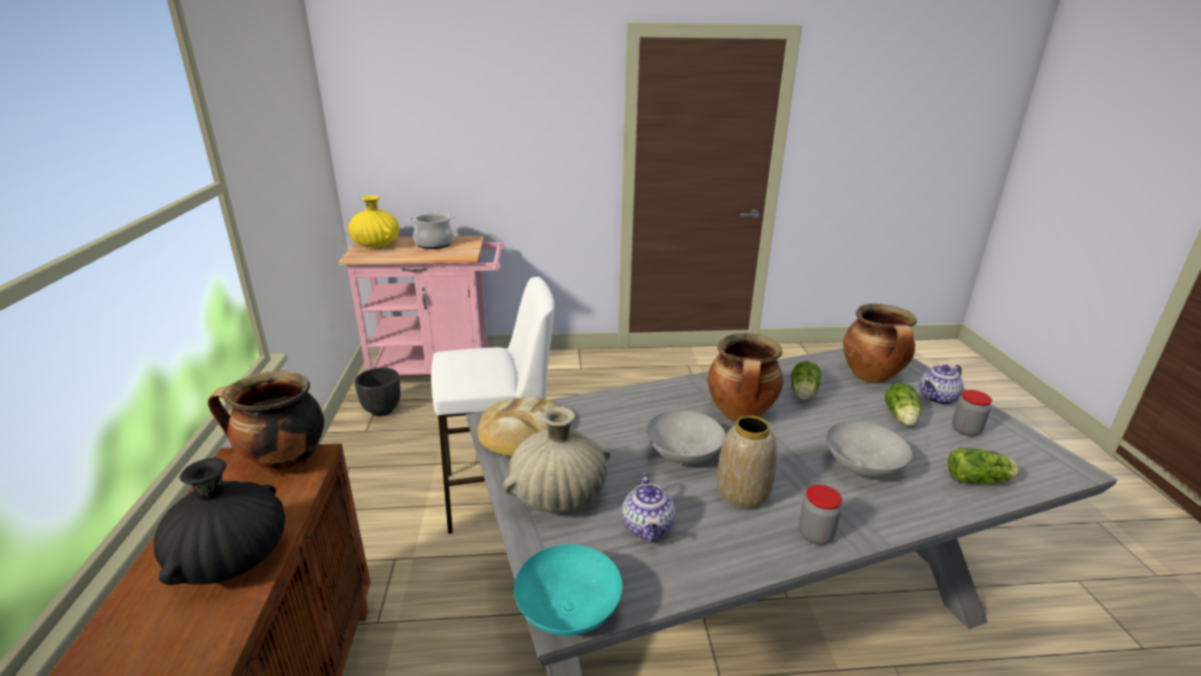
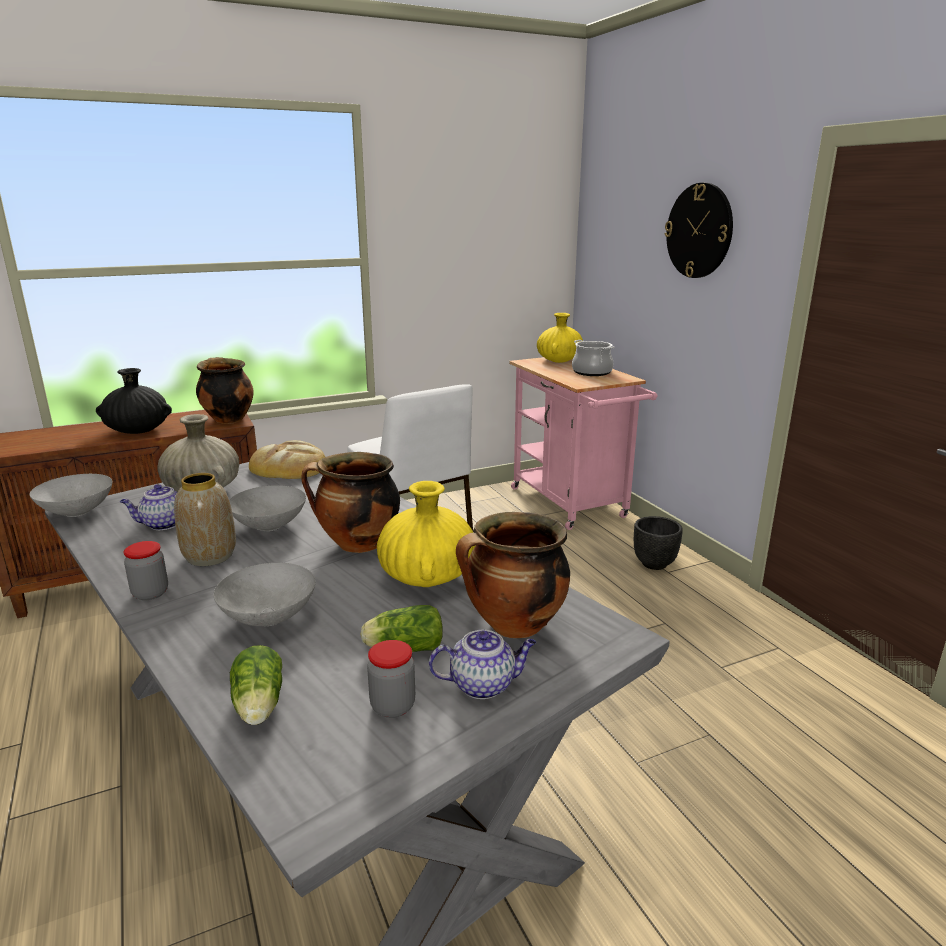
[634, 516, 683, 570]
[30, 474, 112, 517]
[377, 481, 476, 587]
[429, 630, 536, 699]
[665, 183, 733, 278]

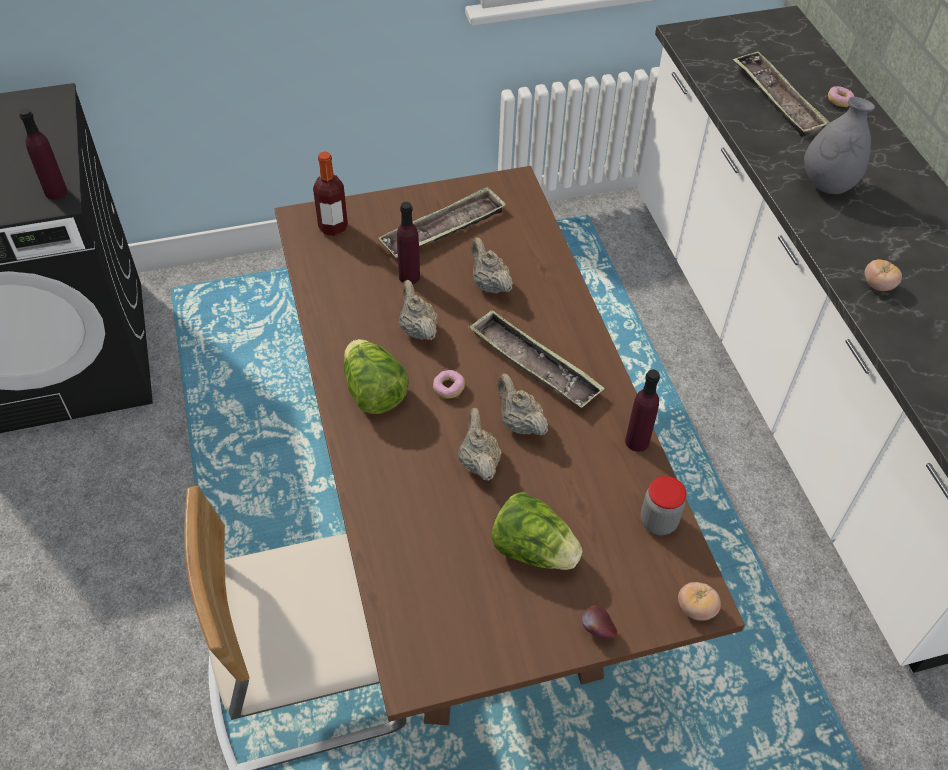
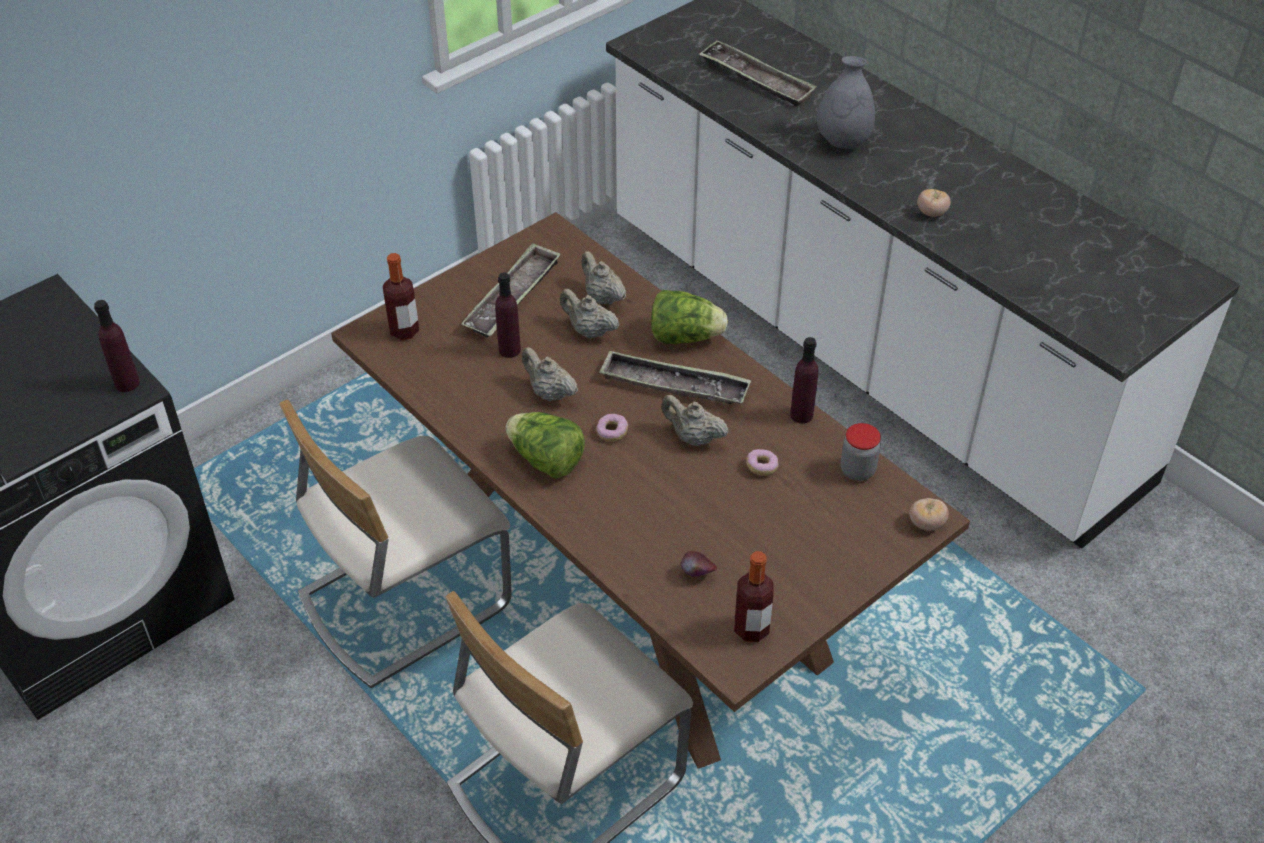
[582, 251, 626, 305]
[651, 290, 728, 344]
[681, 551, 717, 577]
[747, 449, 779, 476]
[279, 399, 512, 688]
[734, 551, 774, 642]

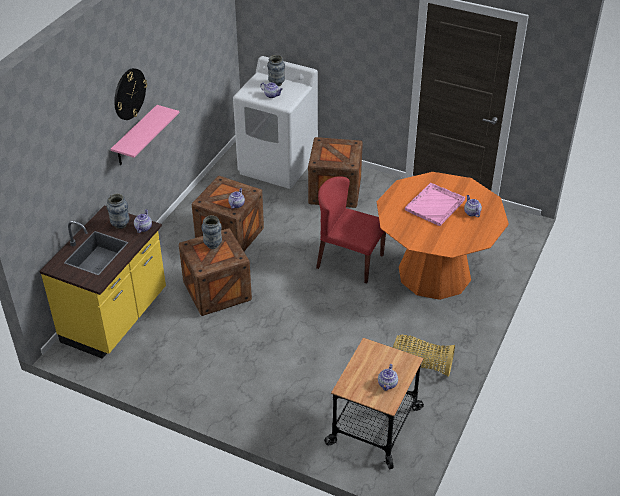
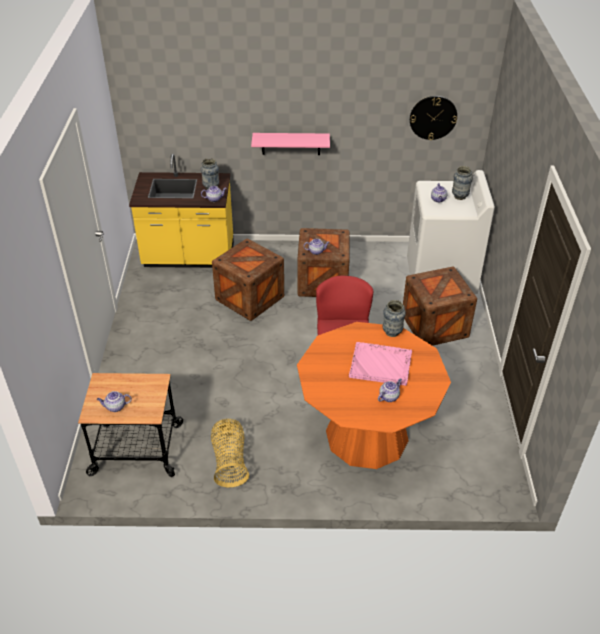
[410, 96, 457, 140]
[383, 300, 406, 337]

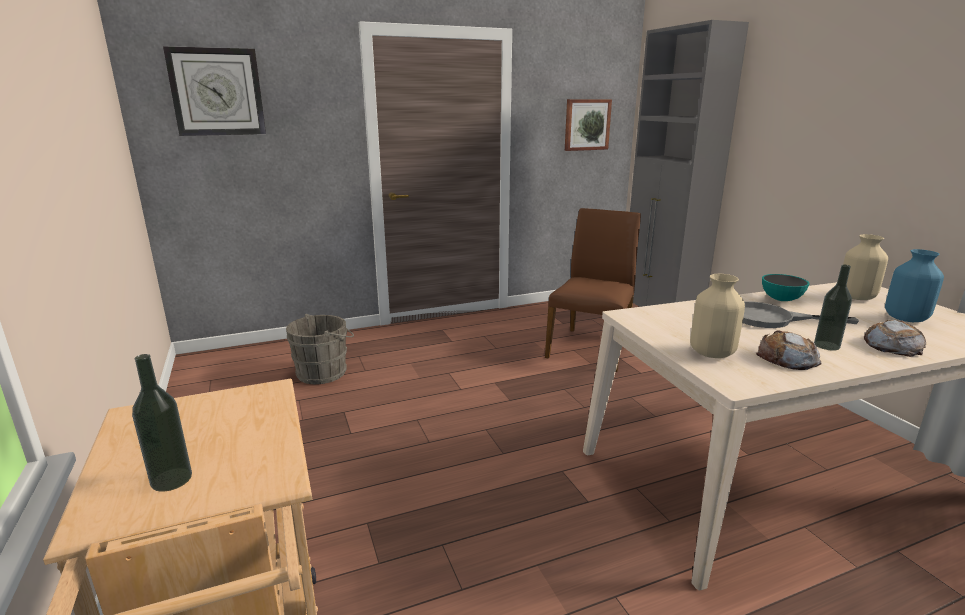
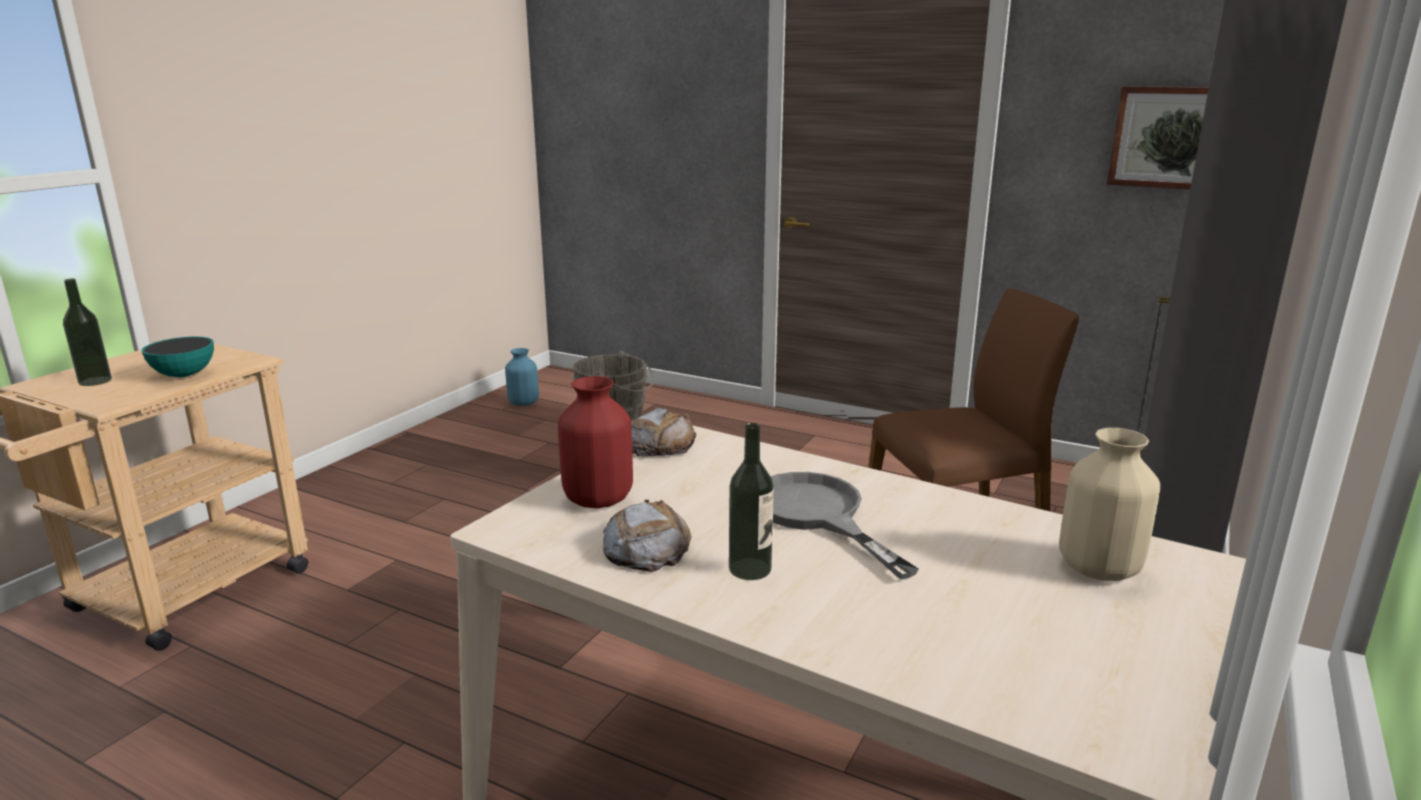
[163, 46, 266, 136] (first image)
[558, 376, 633, 508]
[142, 337, 214, 377]
[631, 408, 696, 456]
[505, 348, 539, 406]

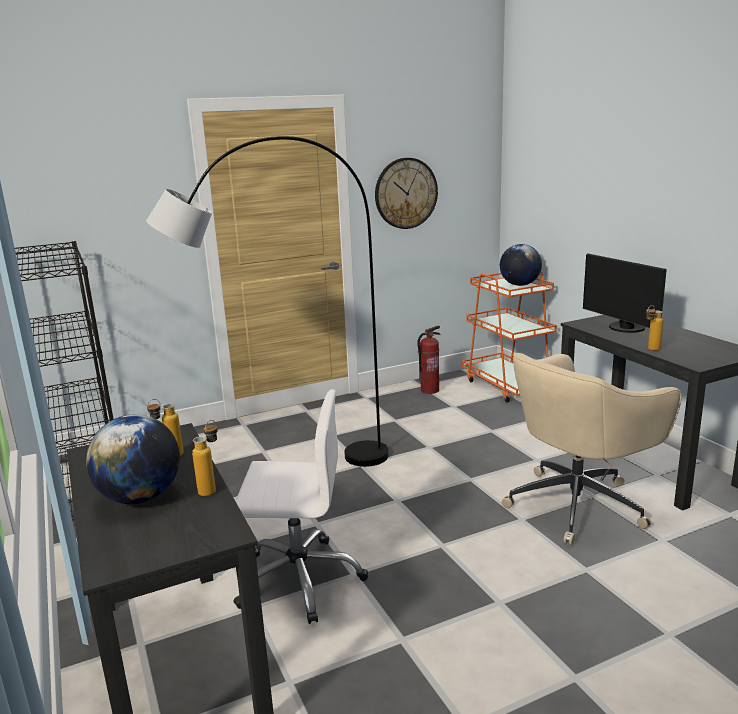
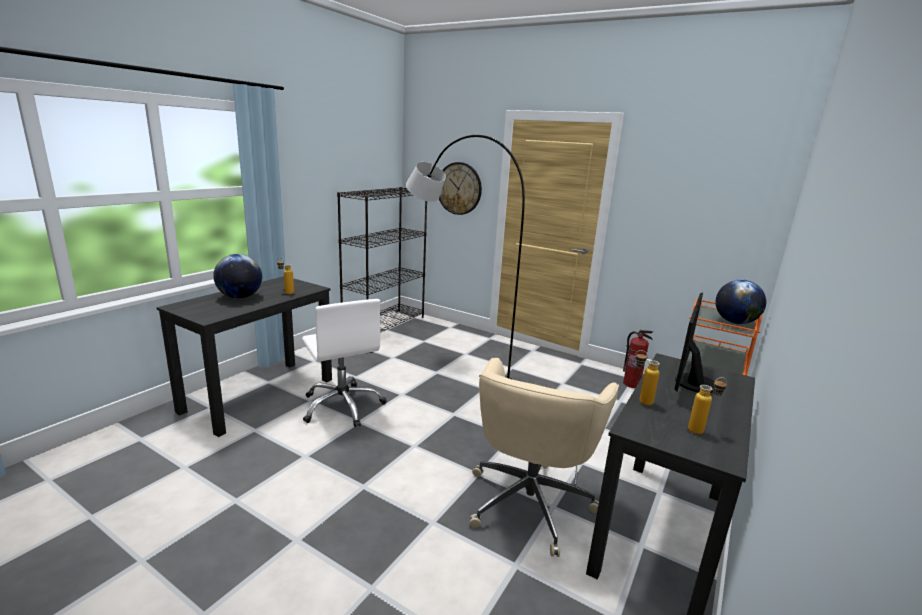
[688, 377, 727, 434]
[439, 162, 482, 215]
[470, 358, 619, 557]

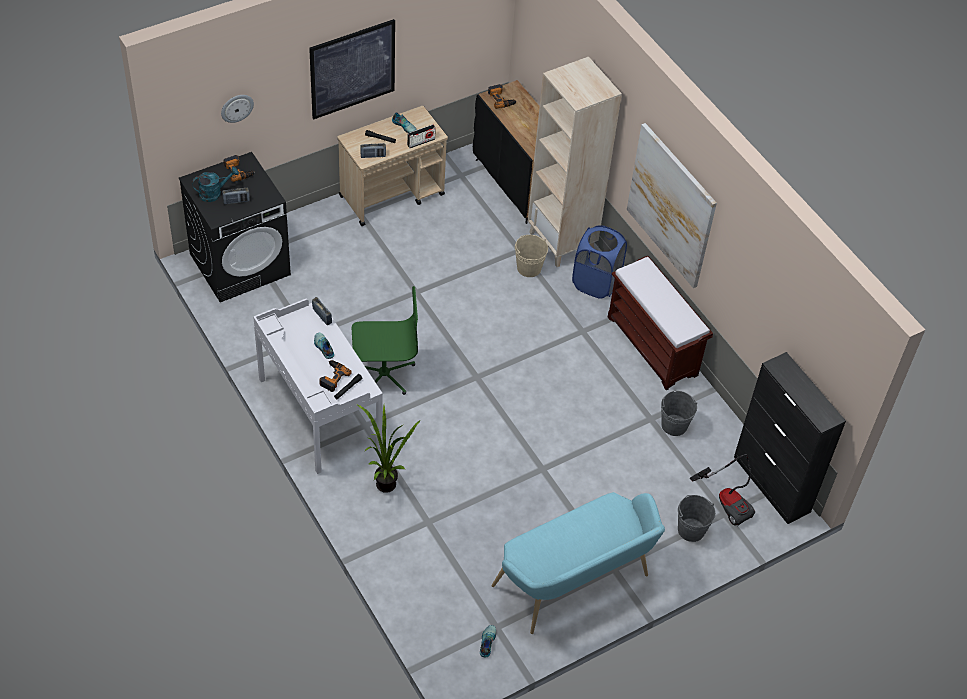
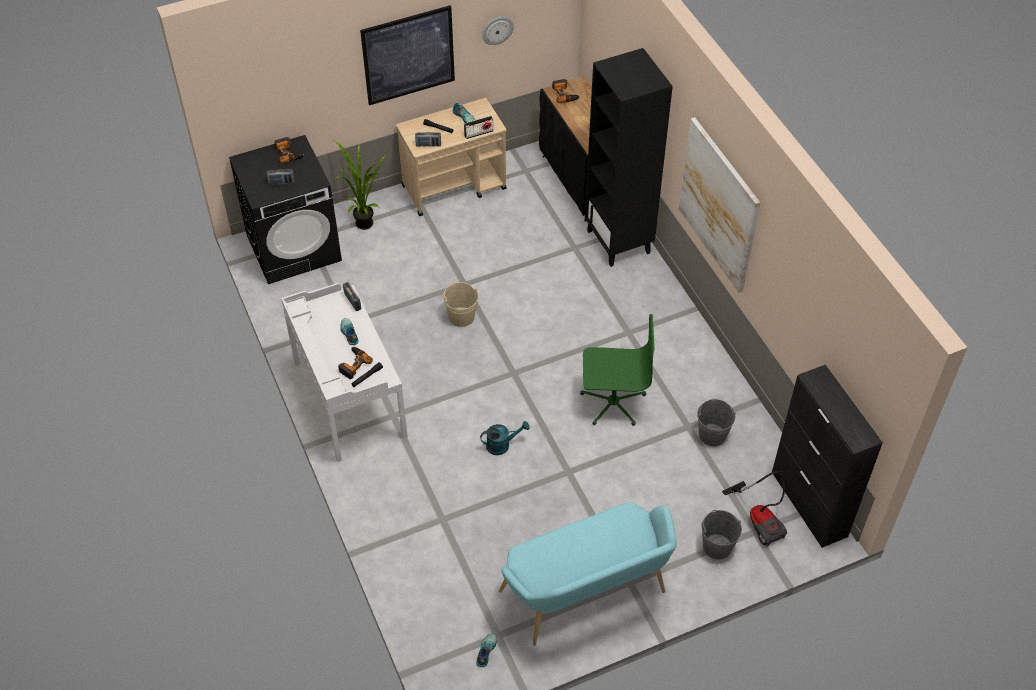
[480, 421, 530, 455]
[482, 17, 514, 45]
[580, 314, 655, 426]
[333, 140, 386, 230]
[443, 282, 478, 327]
[585, 48, 673, 267]
[572, 225, 627, 299] (first image)
[608, 256, 713, 391] (first image)

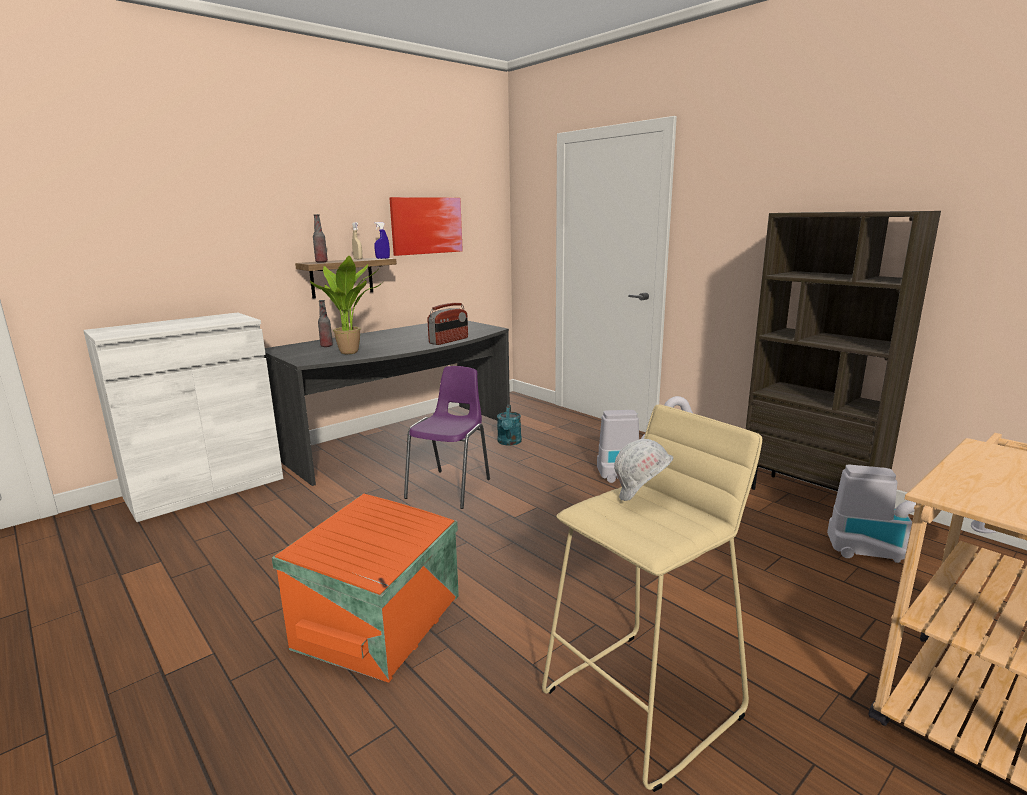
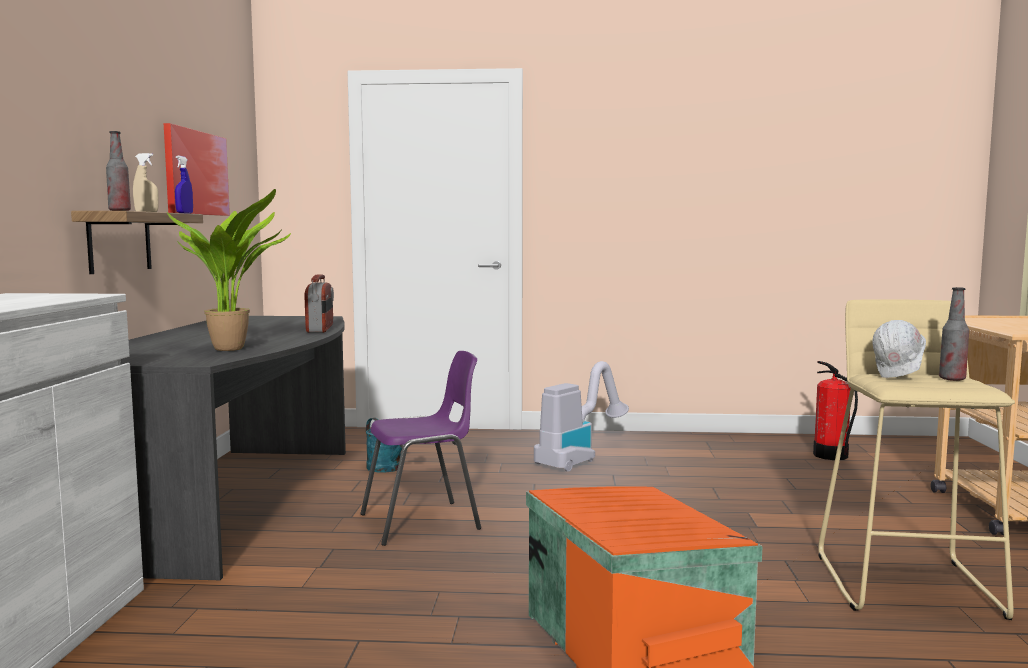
[939, 287, 969, 381]
[360, 351, 481, 546]
[746, 211, 941, 491] (first image)
[813, 361, 858, 460]

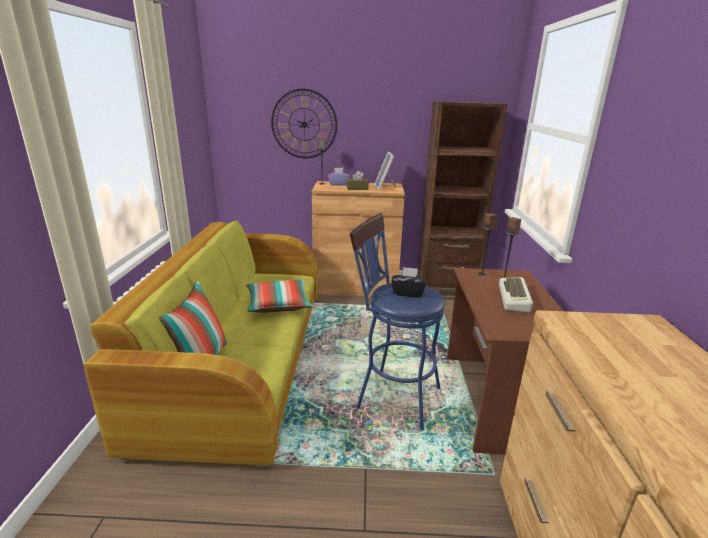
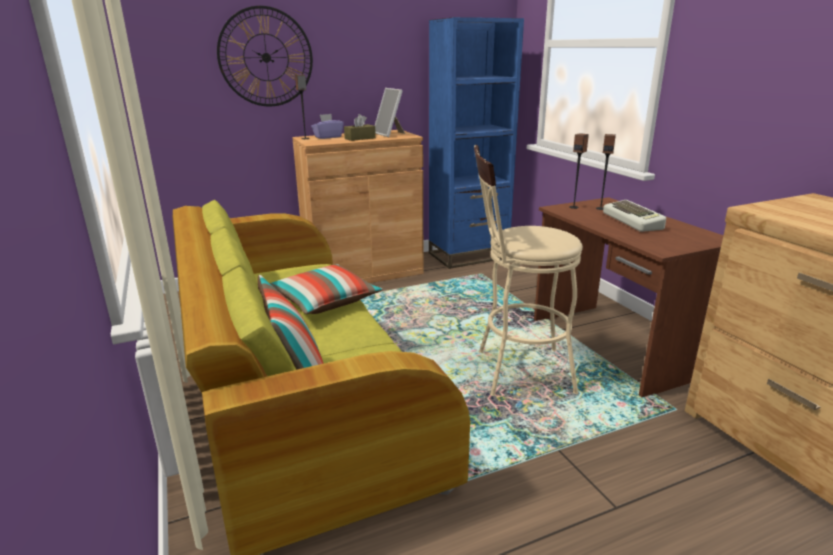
[474, 145, 583, 396]
[391, 267, 426, 297] (first image)
[429, 17, 524, 269]

